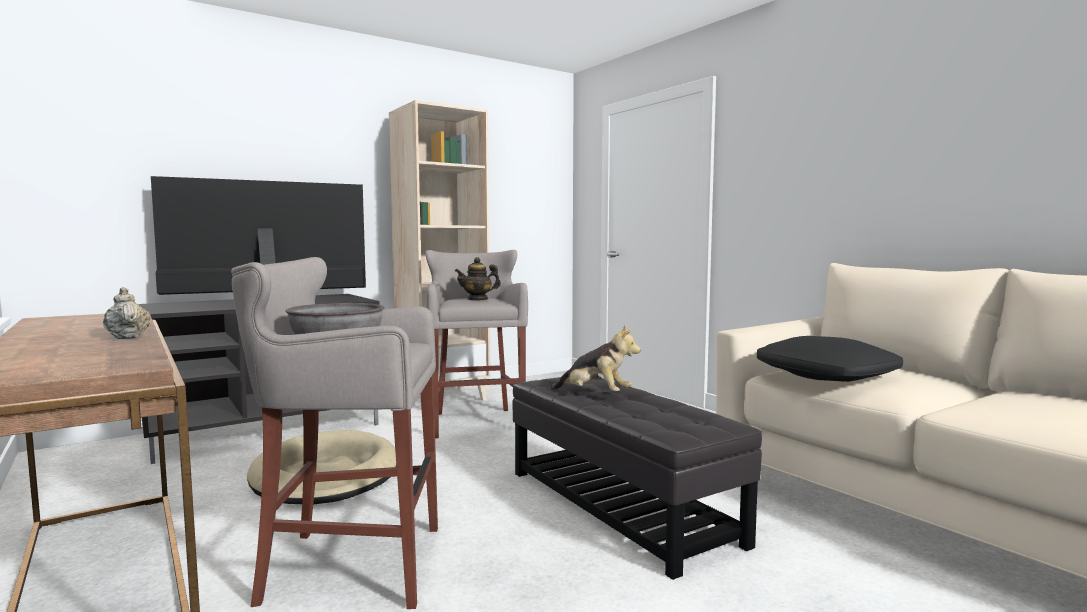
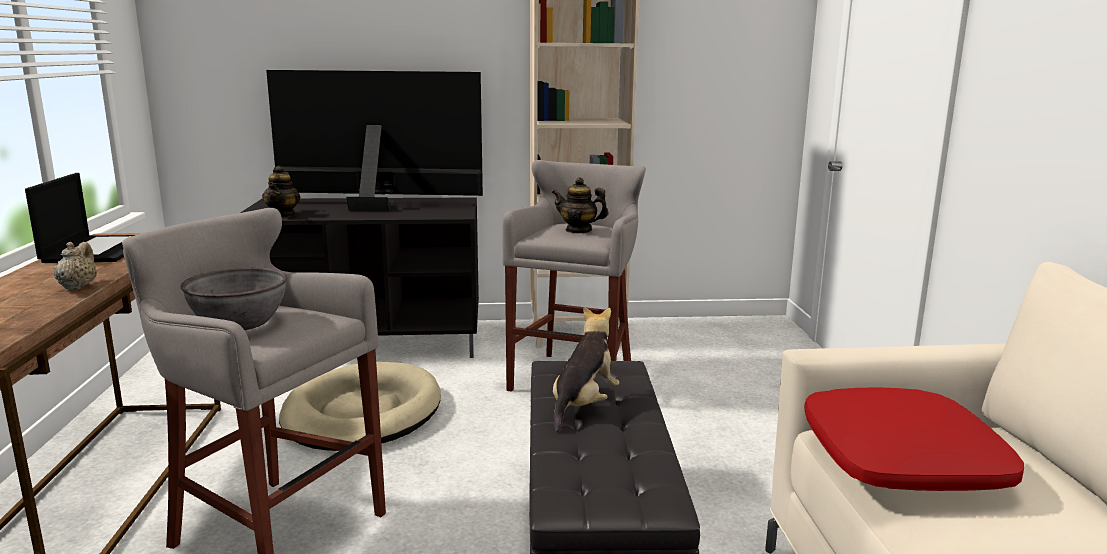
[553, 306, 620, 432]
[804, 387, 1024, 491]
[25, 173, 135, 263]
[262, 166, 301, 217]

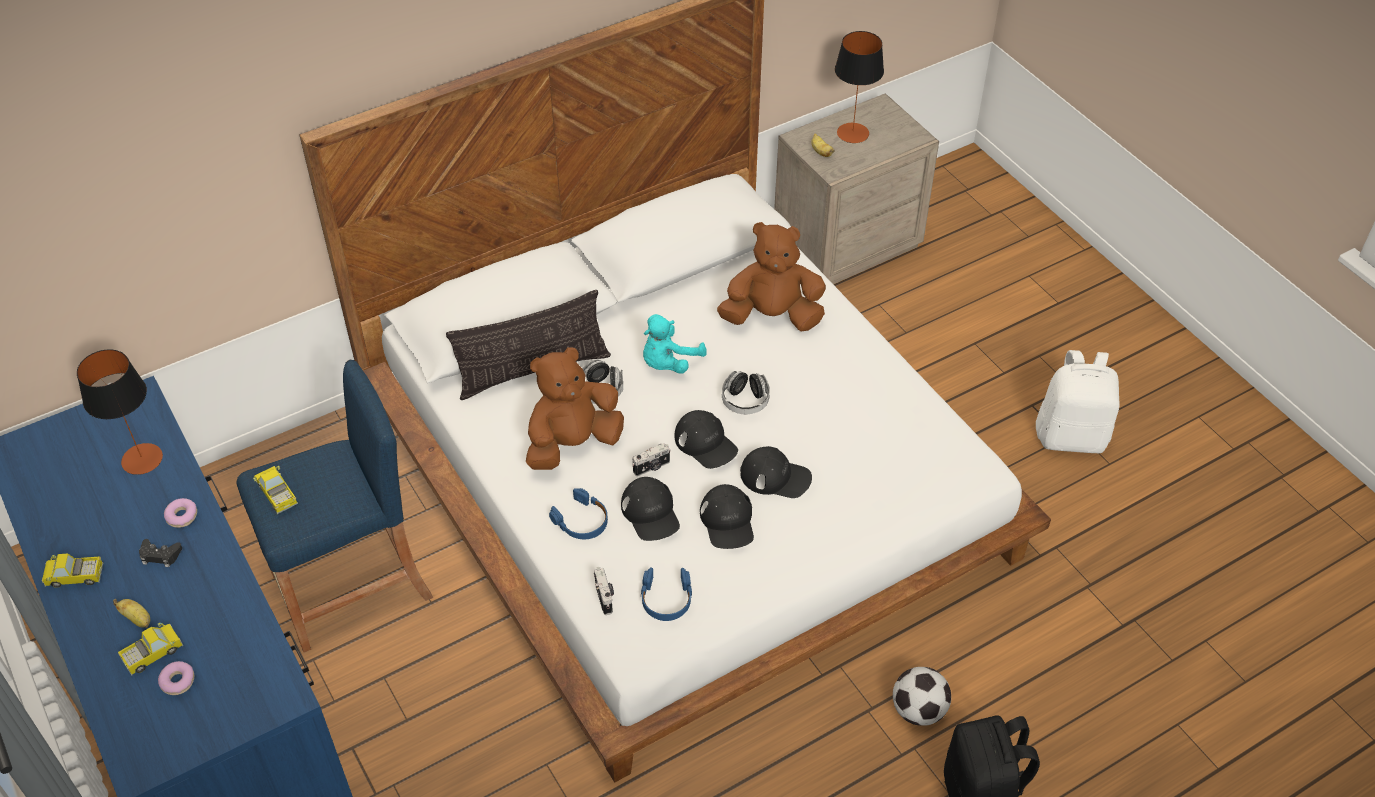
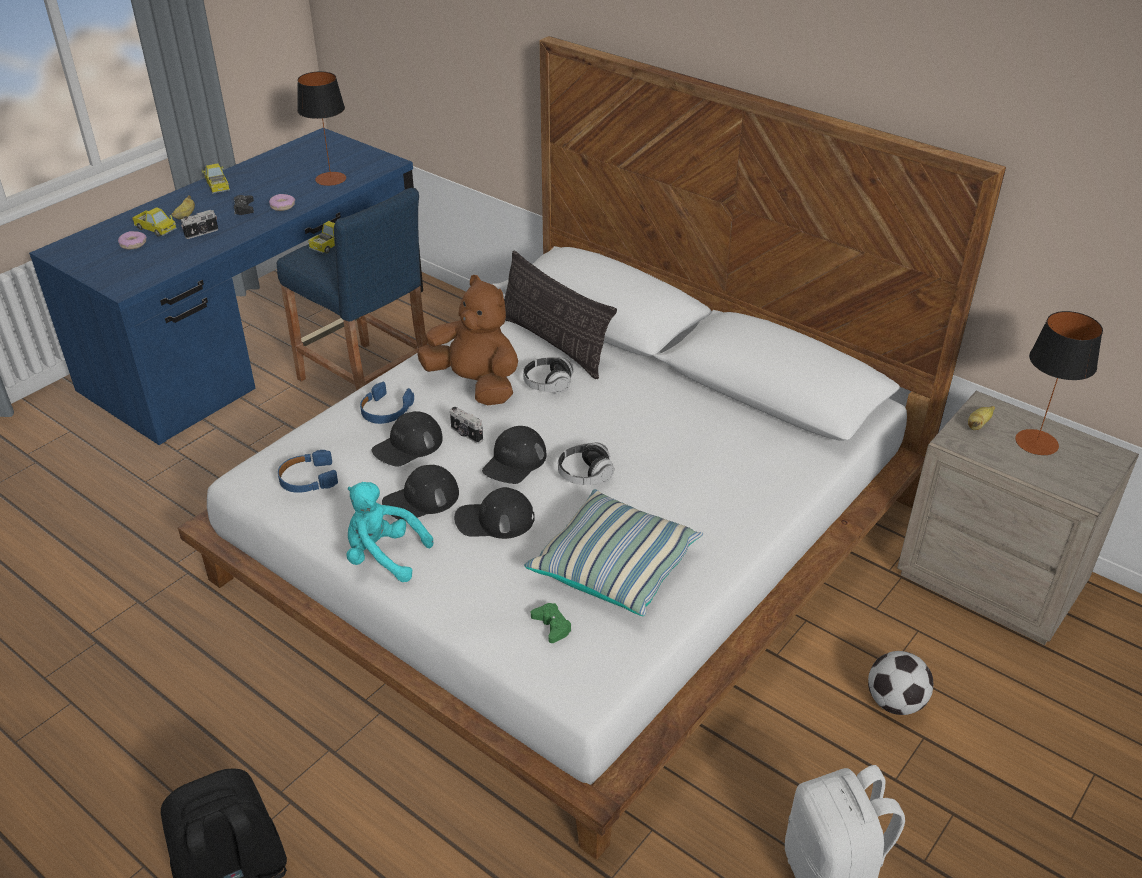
[181, 210, 218, 239]
[347, 482, 433, 582]
[717, 222, 826, 331] (first image)
[454, 487, 535, 539]
[868, 651, 933, 715]
[524, 489, 703, 616]
[531, 603, 572, 643]

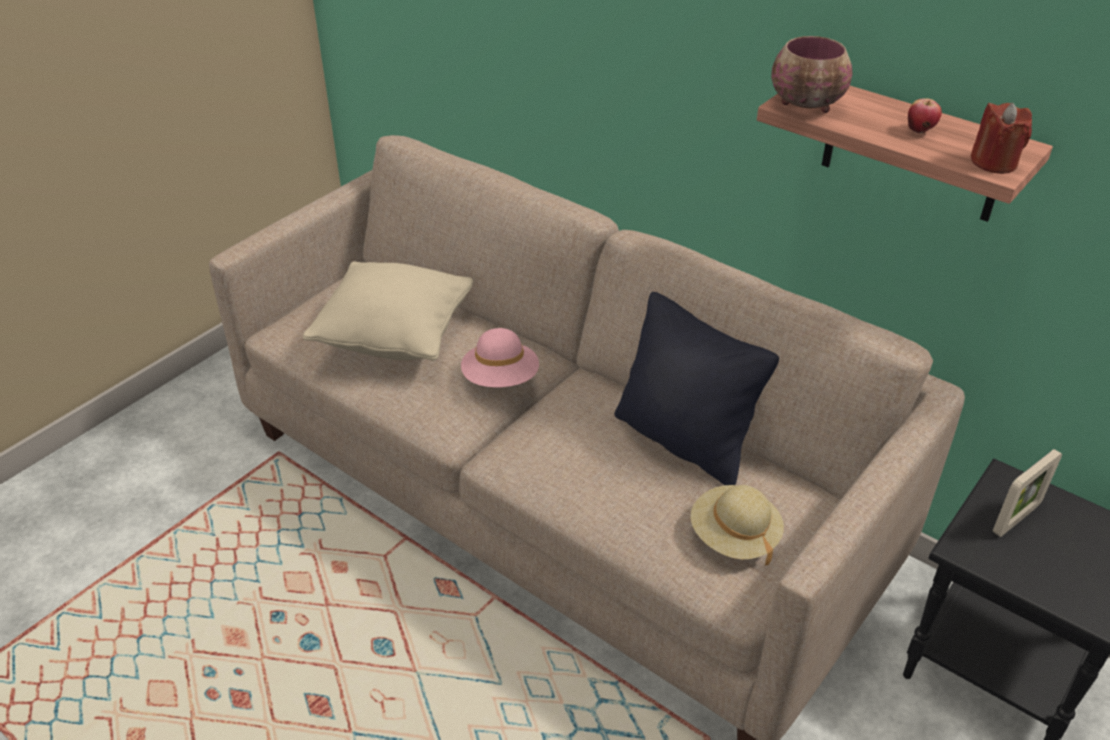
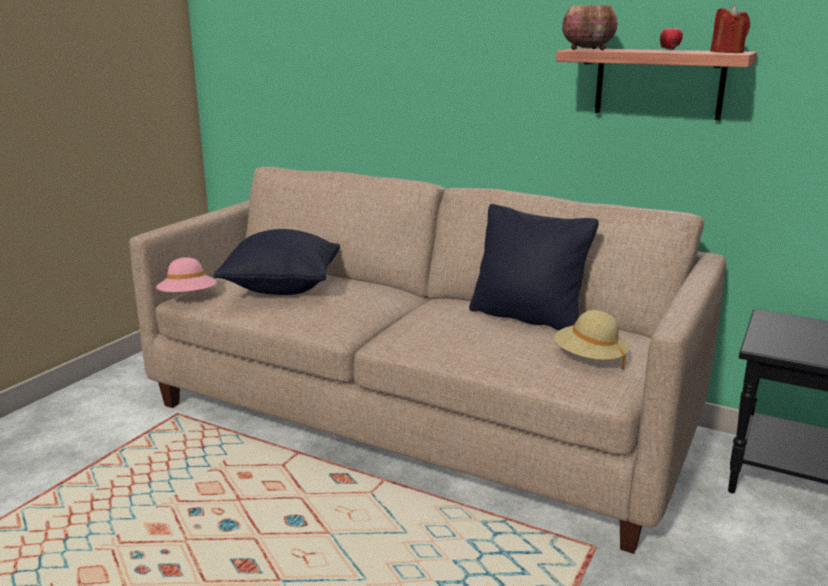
[214, 229, 340, 295]
[156, 257, 217, 292]
[993, 449, 1062, 537] (first image)

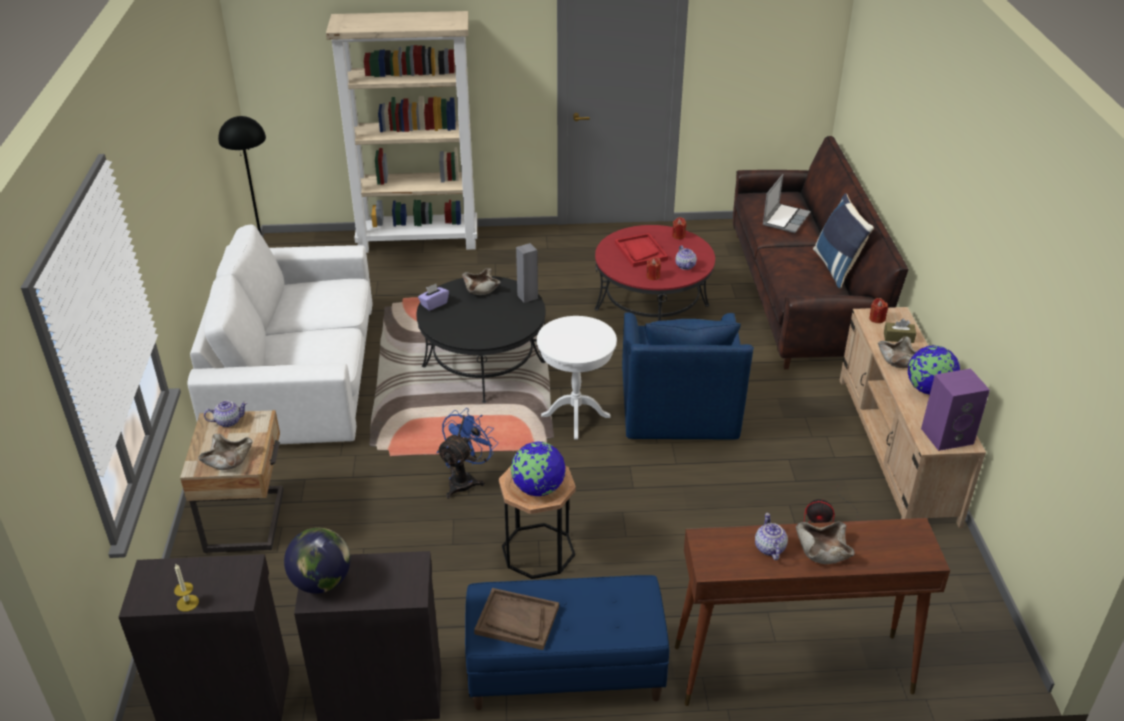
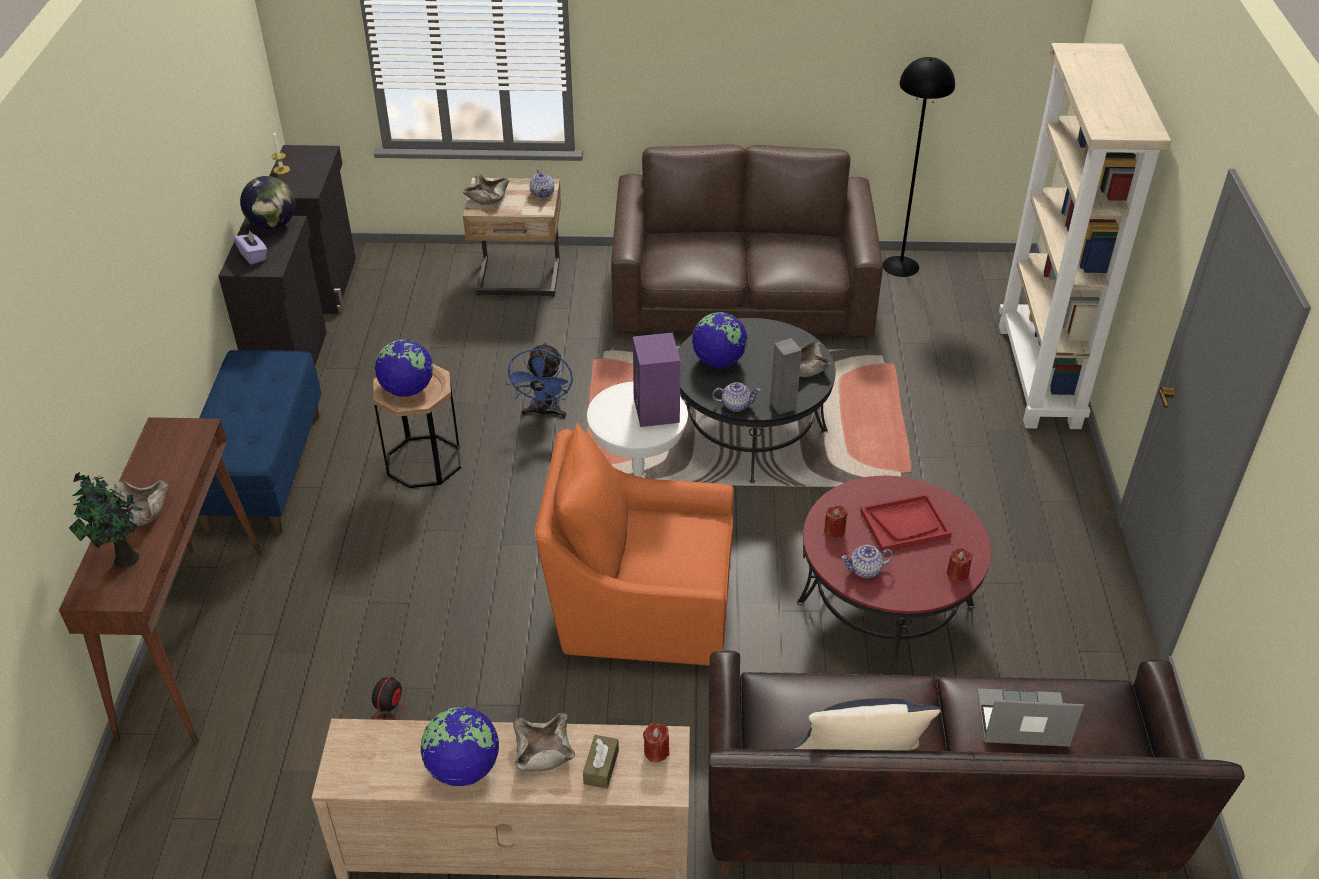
[611, 144, 883, 337]
[234, 229, 267, 265]
[506, 342, 573, 418]
[474, 588, 559, 650] (first image)
[535, 422, 734, 666]
[712, 382, 761, 412]
[977, 688, 1084, 747]
[633, 333, 681, 427]
[69, 472, 143, 568]
[692, 312, 747, 367]

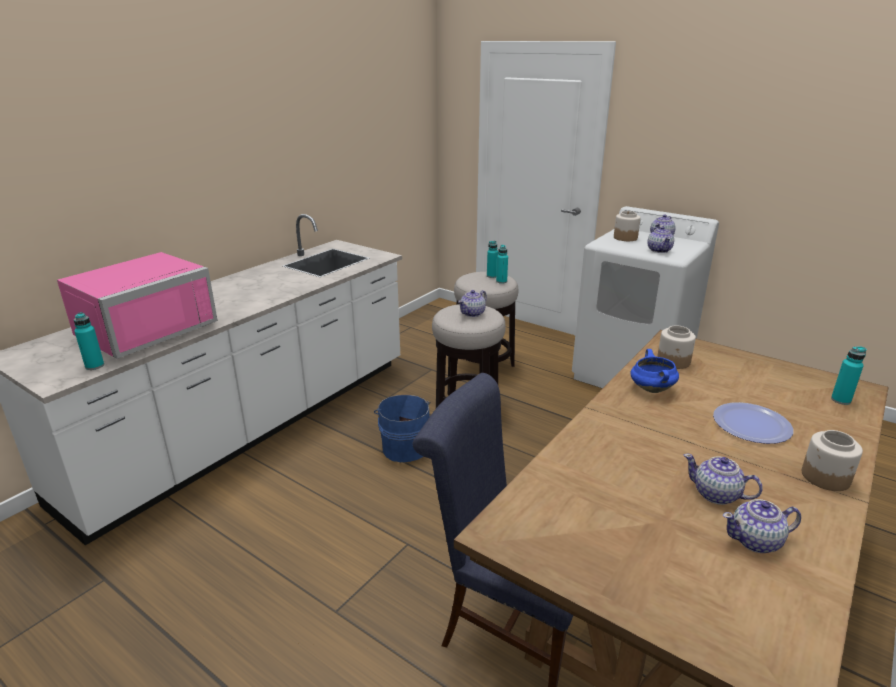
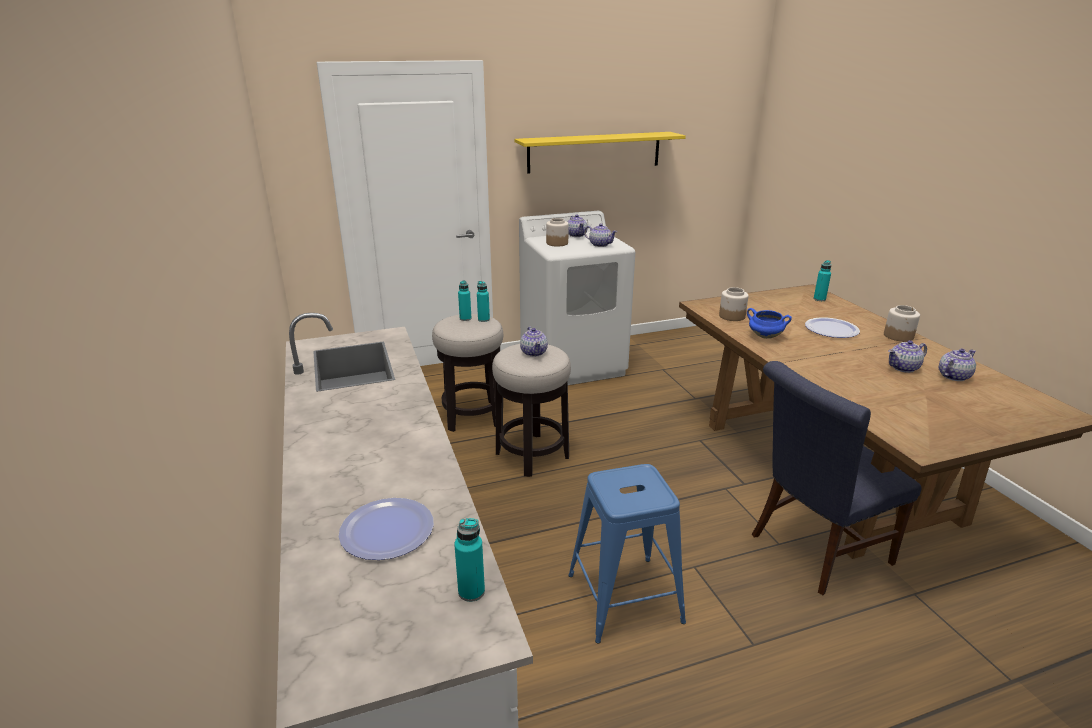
[339, 498, 434, 560]
[374, 395, 431, 462] (first image)
[939, 349, 976, 381]
[515, 132, 686, 174]
[568, 464, 686, 644]

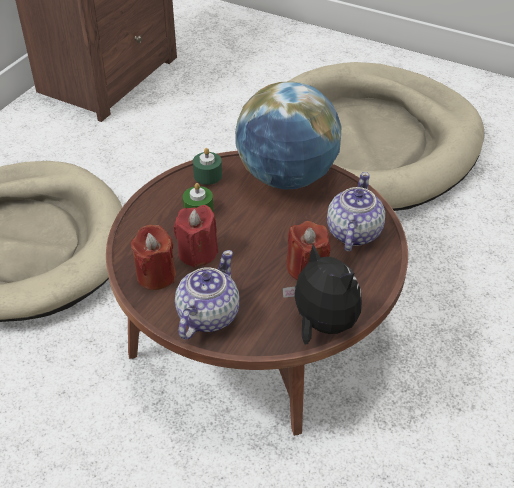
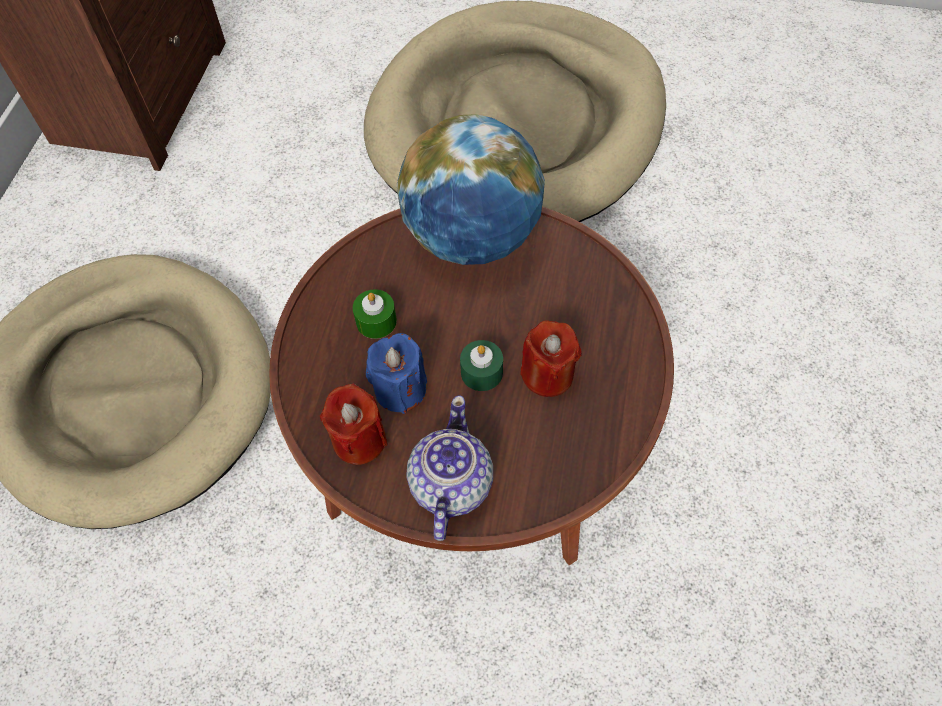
[366, 333, 427, 414]
[460, 340, 503, 391]
[282, 244, 362, 344] (first image)
[327, 172, 385, 251] (first image)

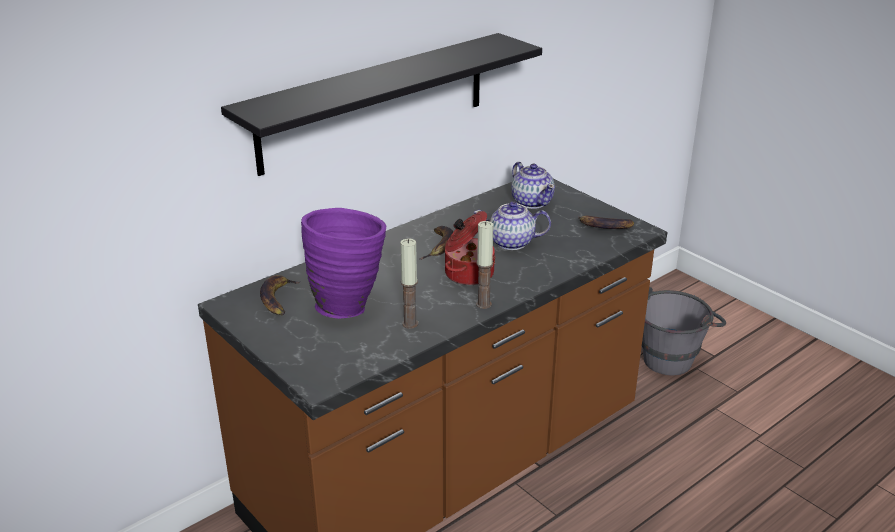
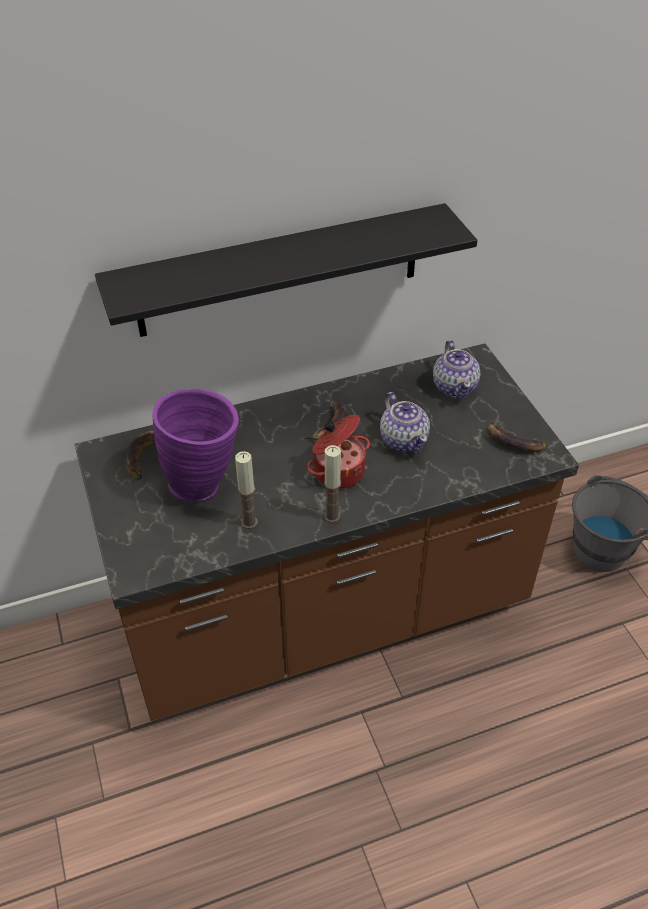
[380, 392, 430, 453]

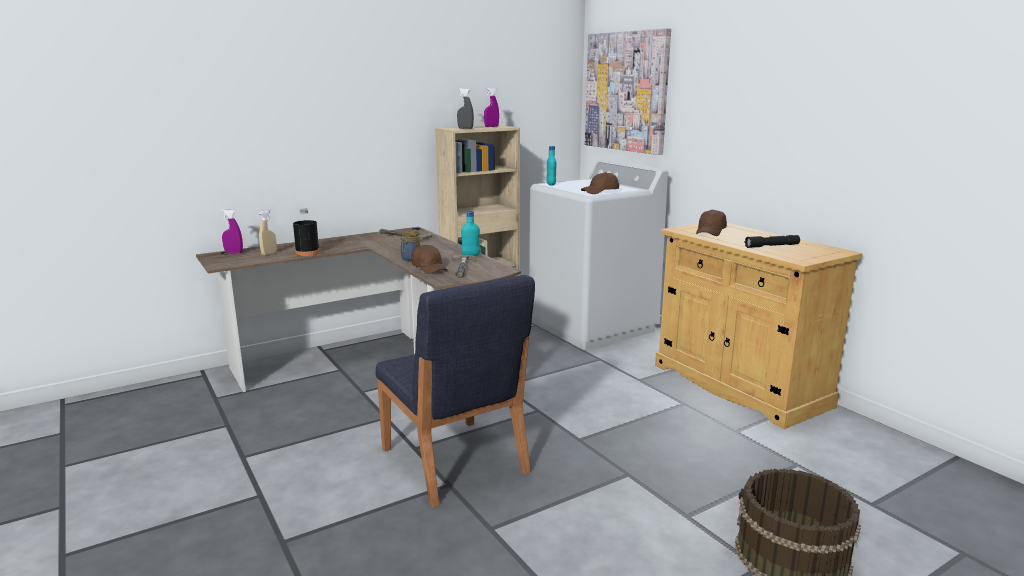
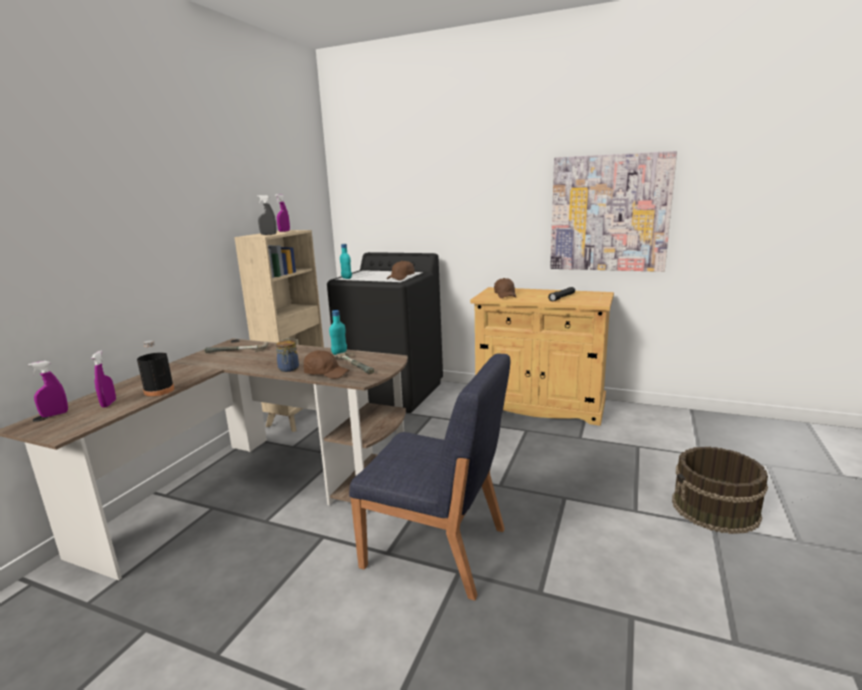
[92, 350, 116, 408]
[327, 252, 443, 413]
[550, 151, 677, 272]

